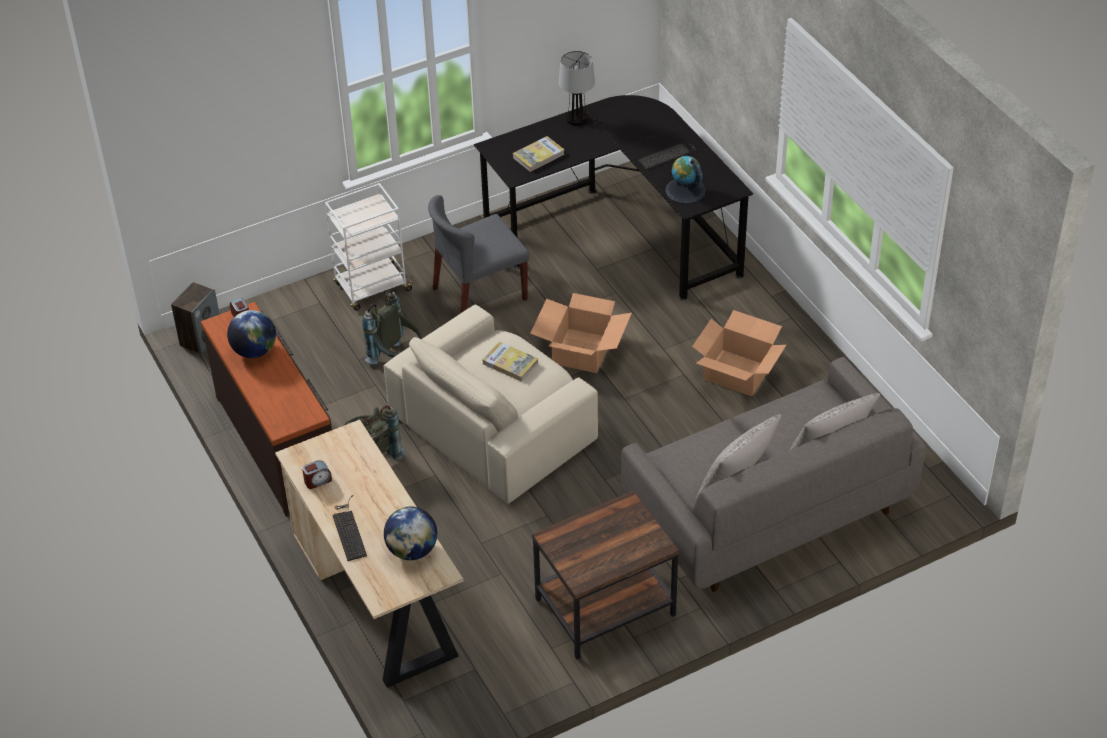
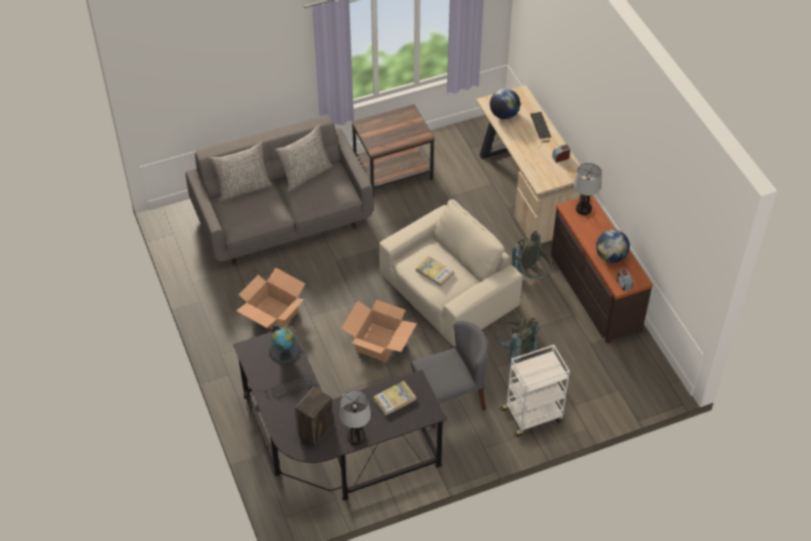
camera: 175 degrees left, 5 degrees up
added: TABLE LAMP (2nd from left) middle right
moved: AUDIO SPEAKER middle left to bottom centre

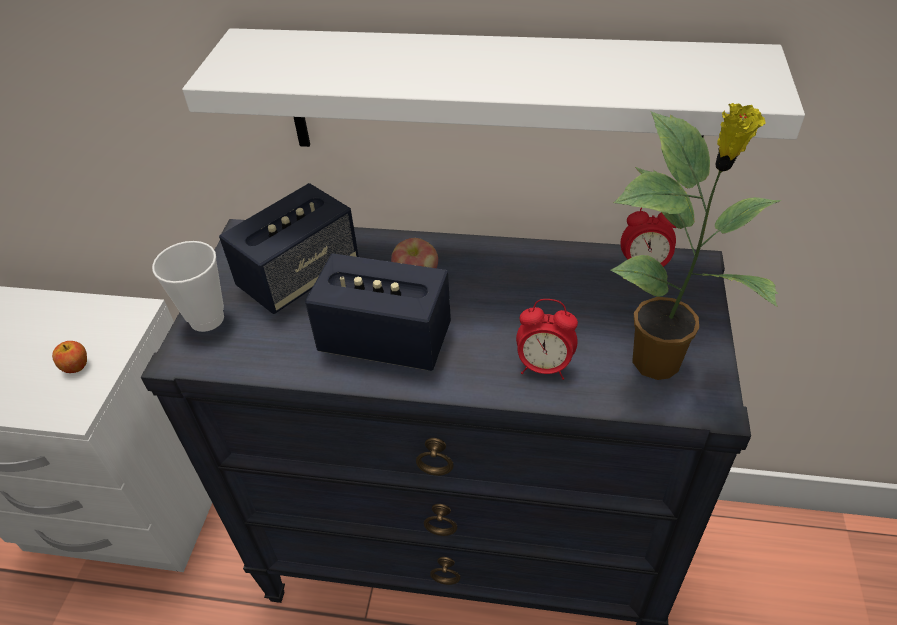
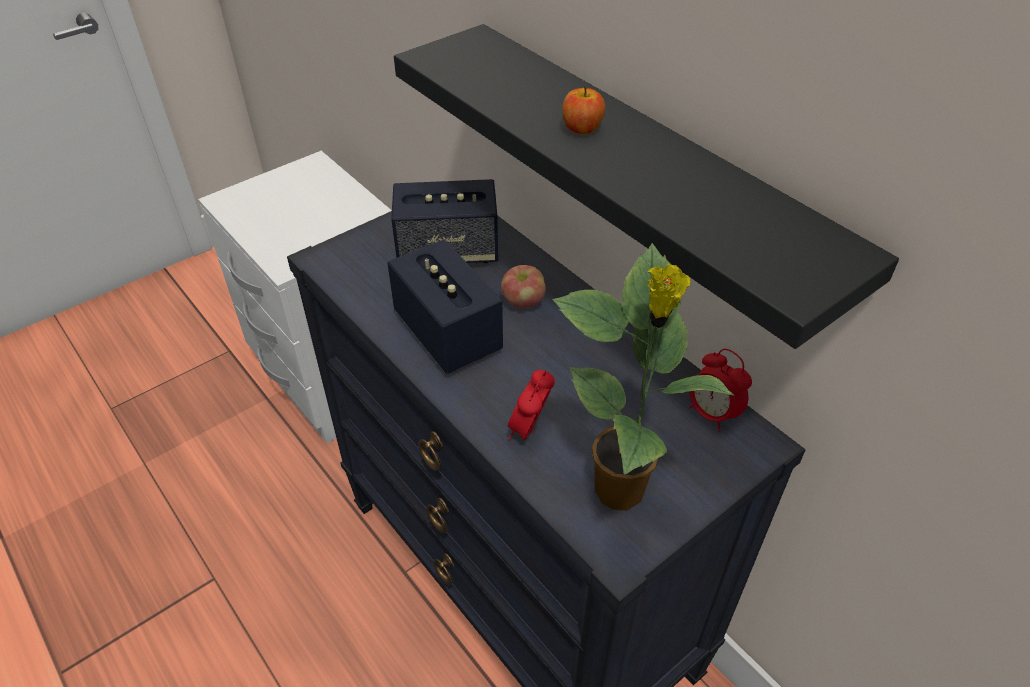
camera: 40 degrees right, 0 degrees up
removed: DRINKING CUP middle left
moved: APPLE FRUIT (1st from left in the first image) middle left to APPLE FRUIT (2nd from left) top centre
recoloured: WHITE-COLOURED BRACKET SHELF top centre to BLACKISH BRACKET SHELF top centre
turned: BEDSIDE CLOCK (1st from left) centre = centre 60 degrees clockwise

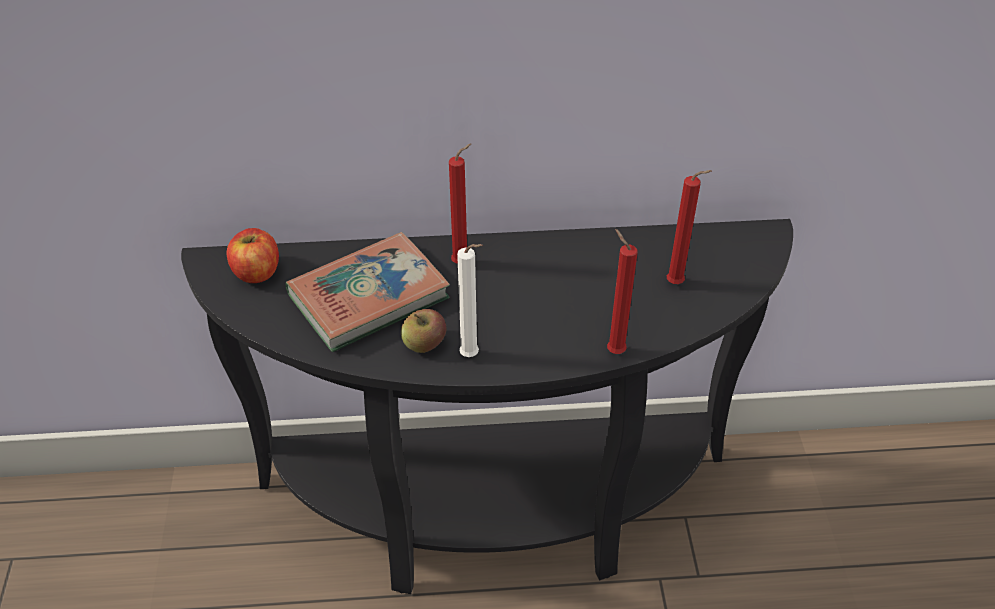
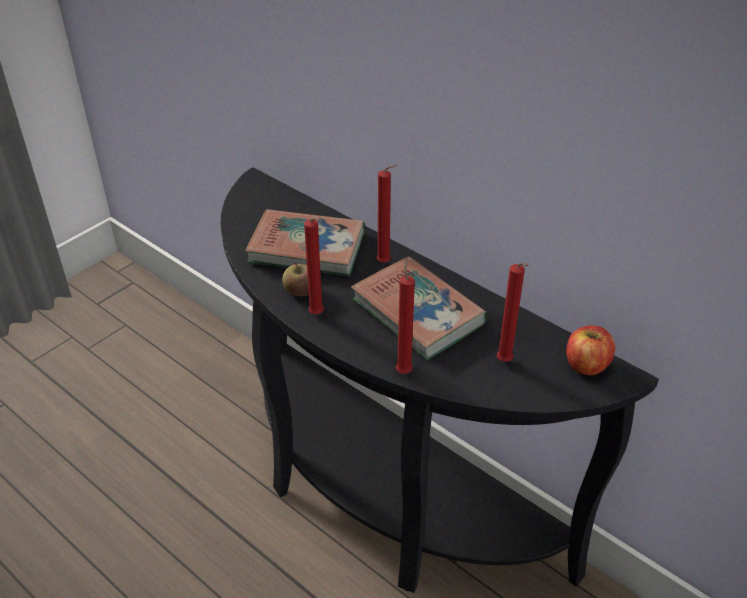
camera: 45 degrees right, 5 degrees down
added: BOOK (2nd from left) centre
moved: APPLE FRUIT (1st from left in the first image) middle left to APPLE FRUIT (2nd from left) middle right
recoloured: WHITE-COLOURED WAX LIGHT centre to RED WAX LIGHT (1st from left) centre

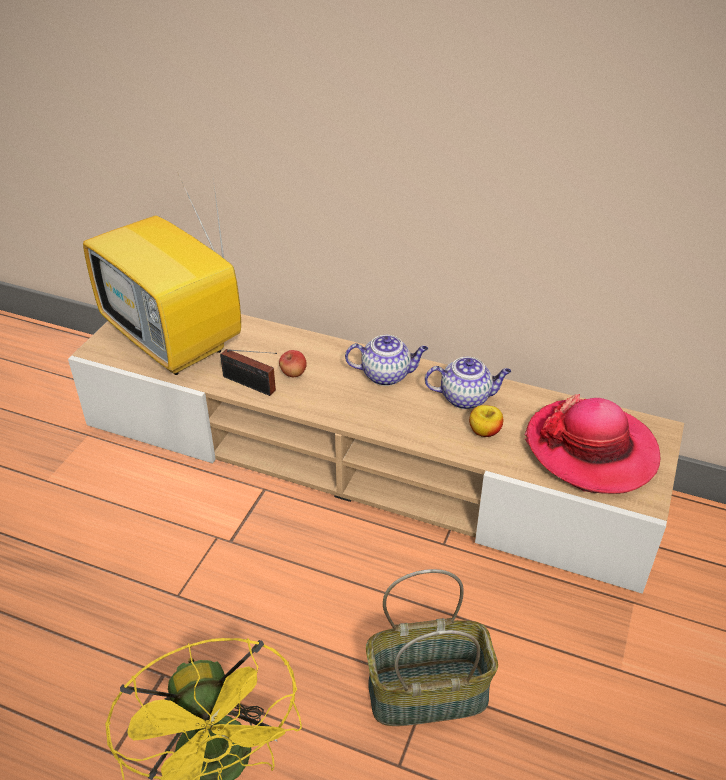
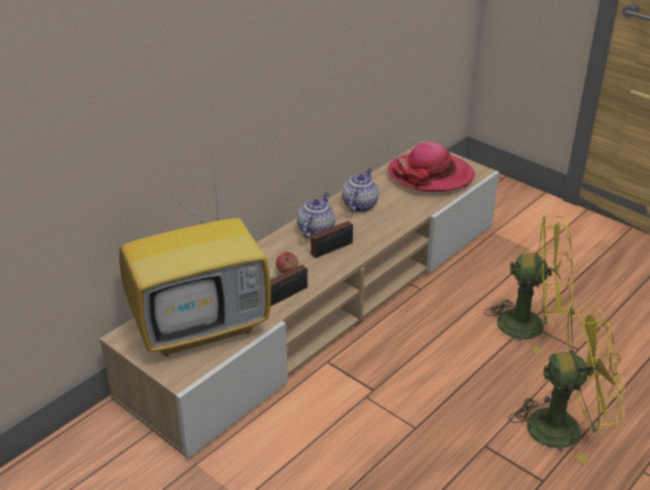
camera: 70 degrees left, 5 degrees down
removed: APPLE FRUIT (2nd from left) middle right
added: RADIO (2nd from left) centre
replaced: STORAGE BASKET bottom centre to YELLOW COOLING FAN (1st from left) middle right

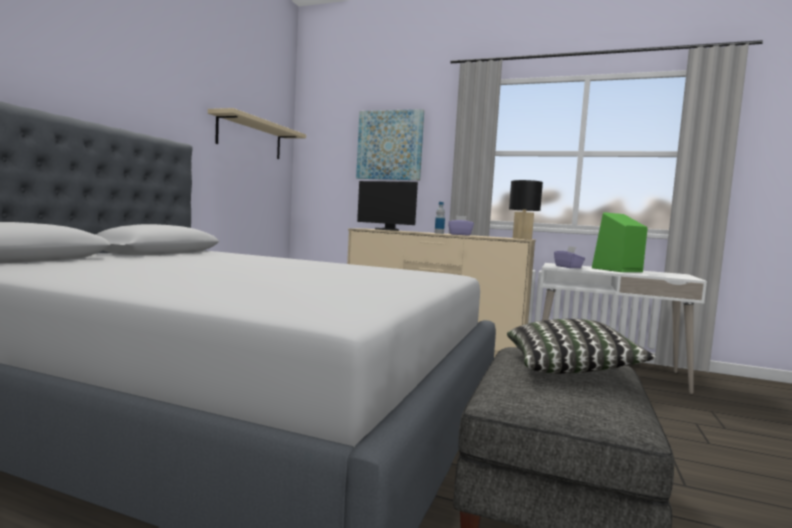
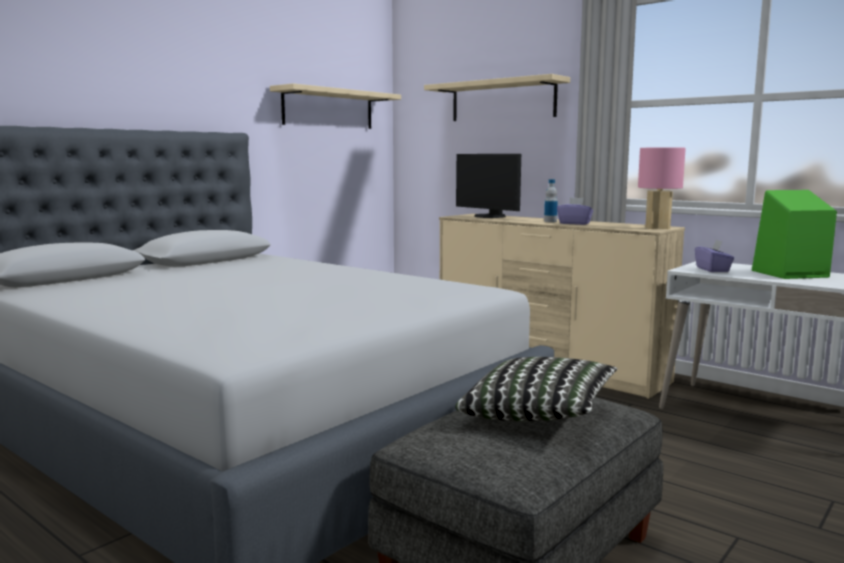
camera: 20 degrees right, 5 degrees up
replaced: PICTURE top centre to BEIGE BRACKET SHELF (2nd from left) top centre
recoloured: BLACKISH TABLE LAMP centre to PINK TABLE LAMP middle right

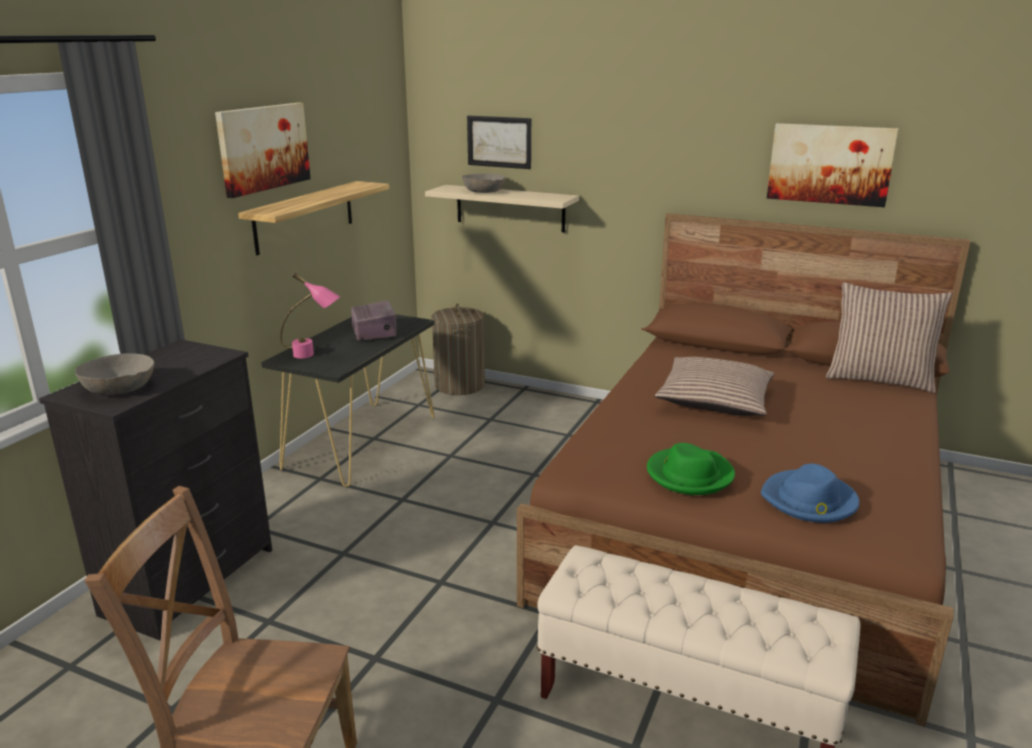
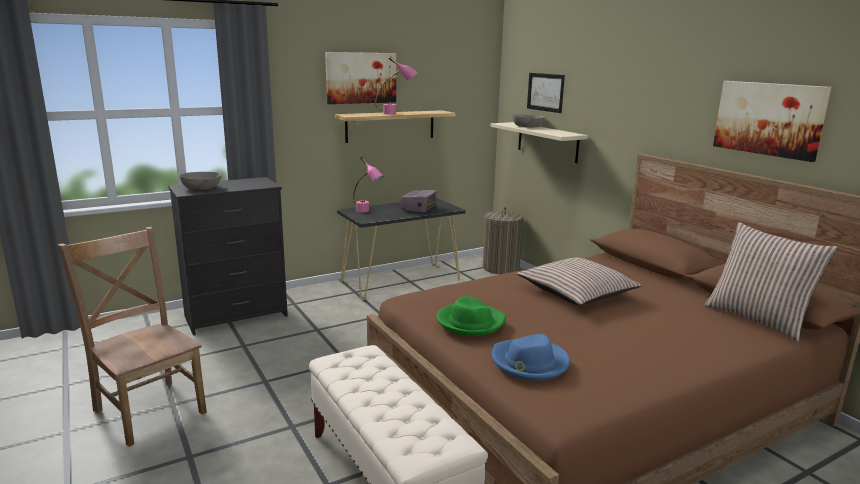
camera: 35 degrees right, 5 degrees down
added: PINK TABLE LAMP (2nd from left) top centre

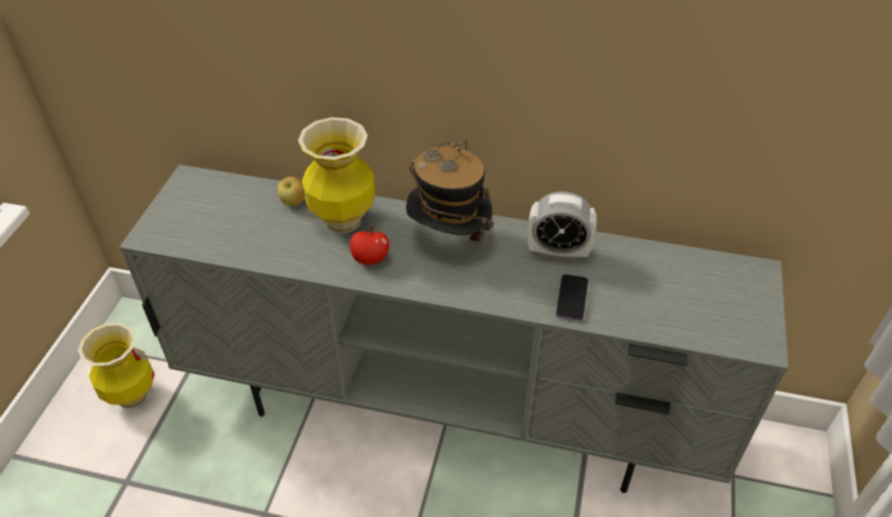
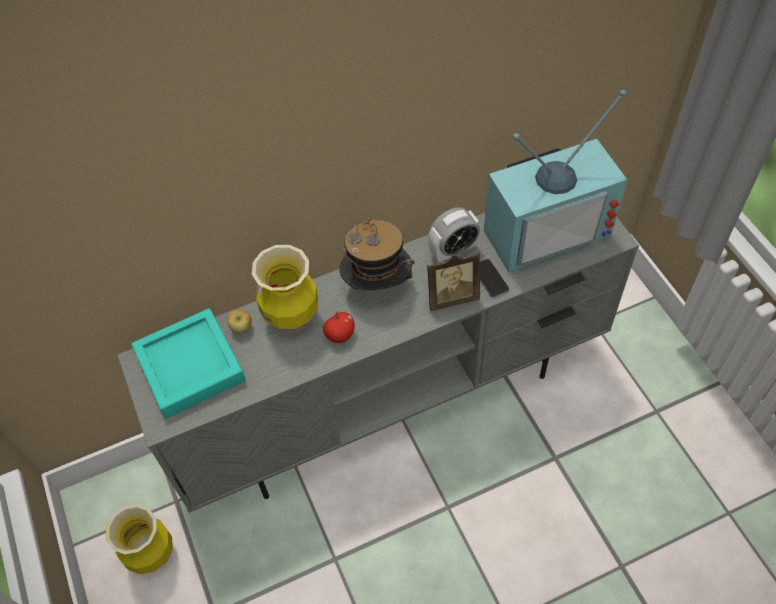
camera: 35 degrees left, 10 degrees up
added: TURQUOISE SERVING TRAY middle left; STANDING FRAME centre; TELEVISION top right

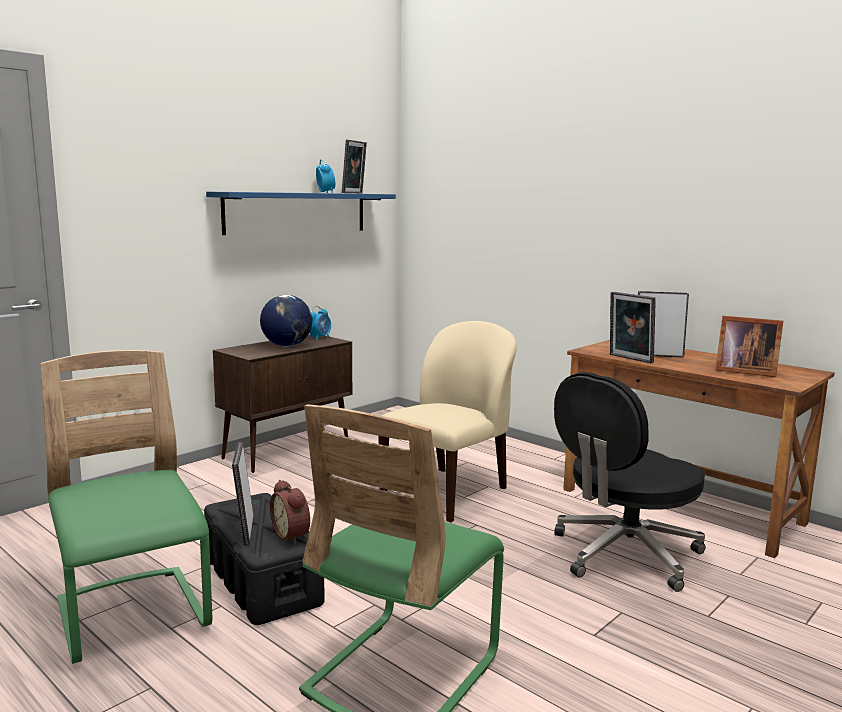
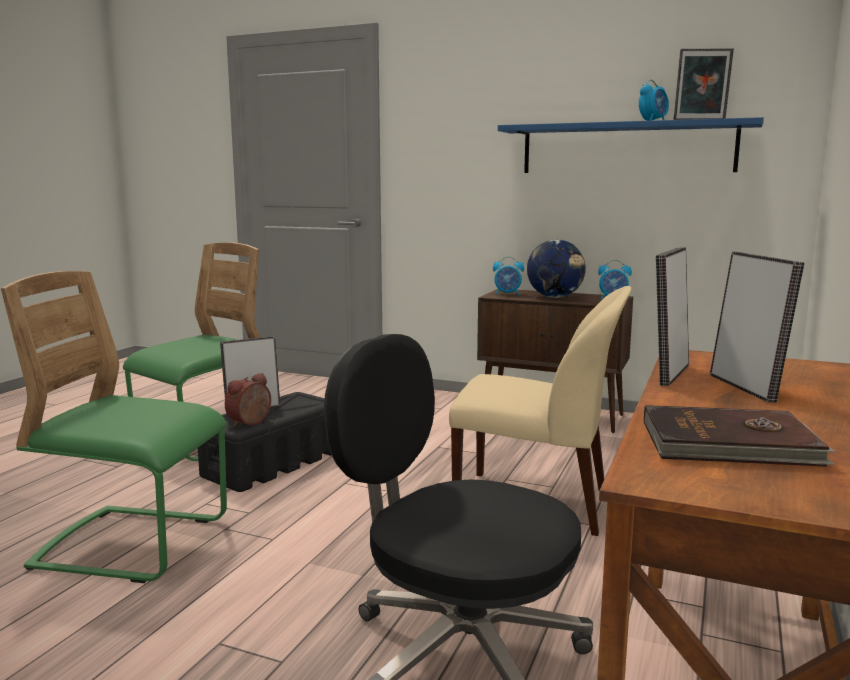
camera: 70 degrees right, 0 degrees up
added: BEDSIDE CLOCK (2nd from left) centre
replaced: STANDING FRAME (5th from left) middle right to BROWNISH BOOK middle right

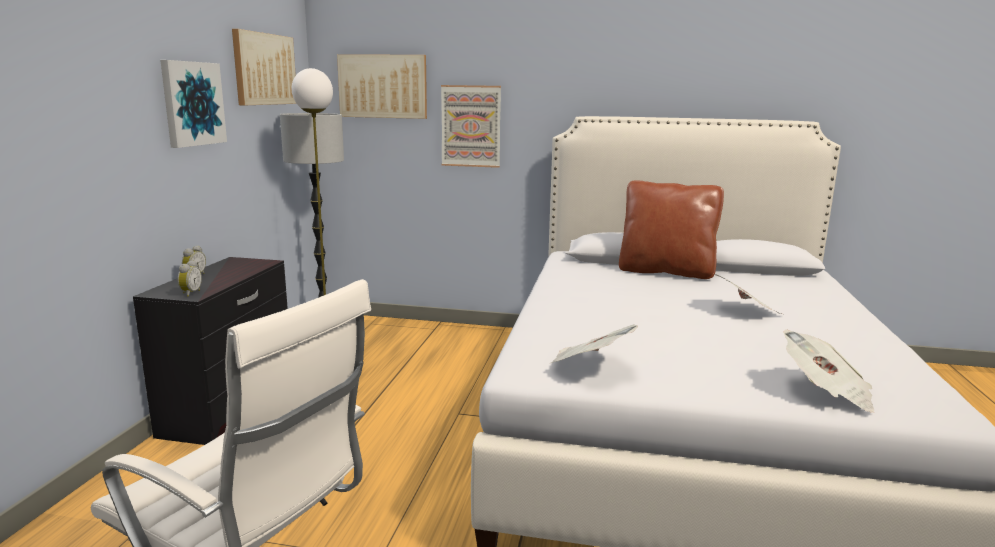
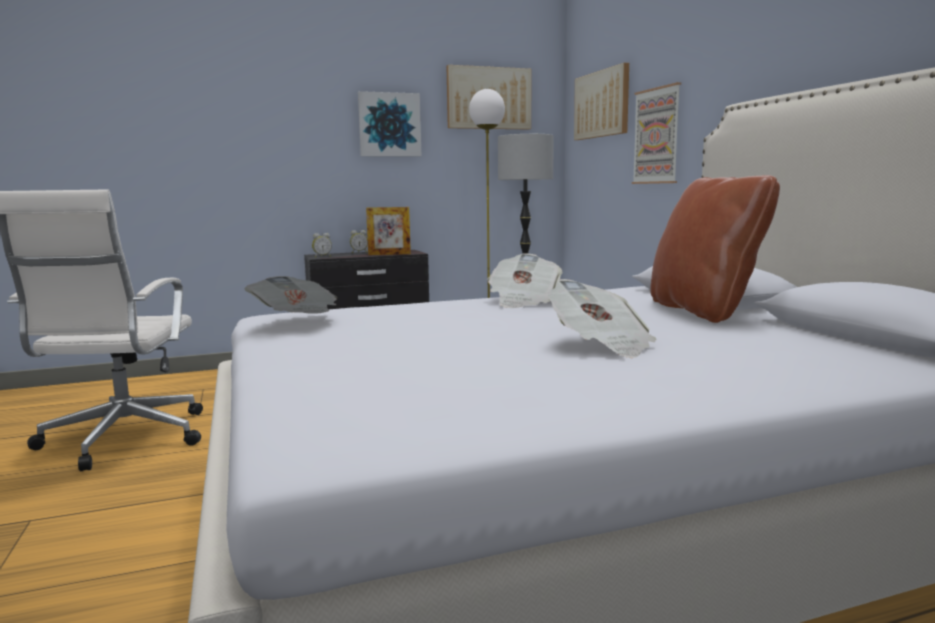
camera: 60 degrees right, 5 degrees down
added: STANDING FRAME centre
moved: NEWSPAPER (3rd from left in the first image) bottom right to NEWSPAPER (2nd from left) centre

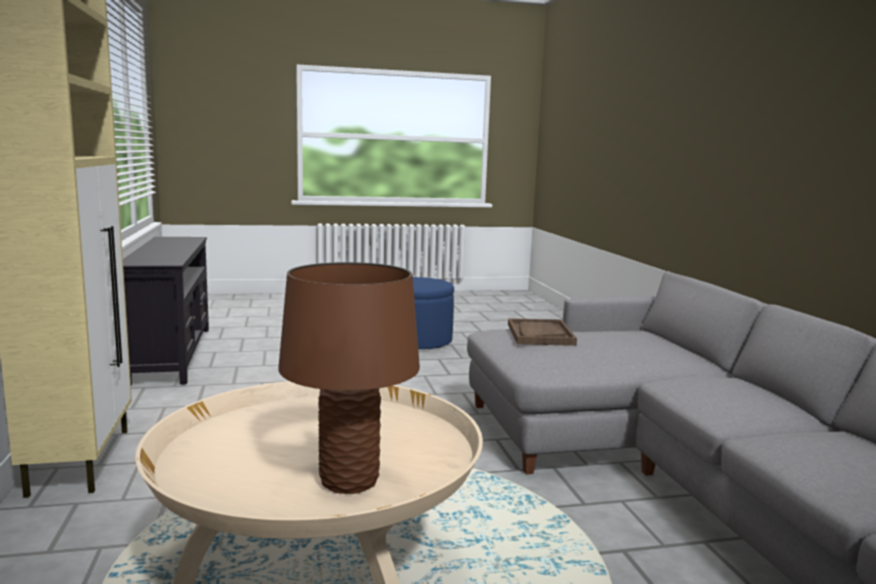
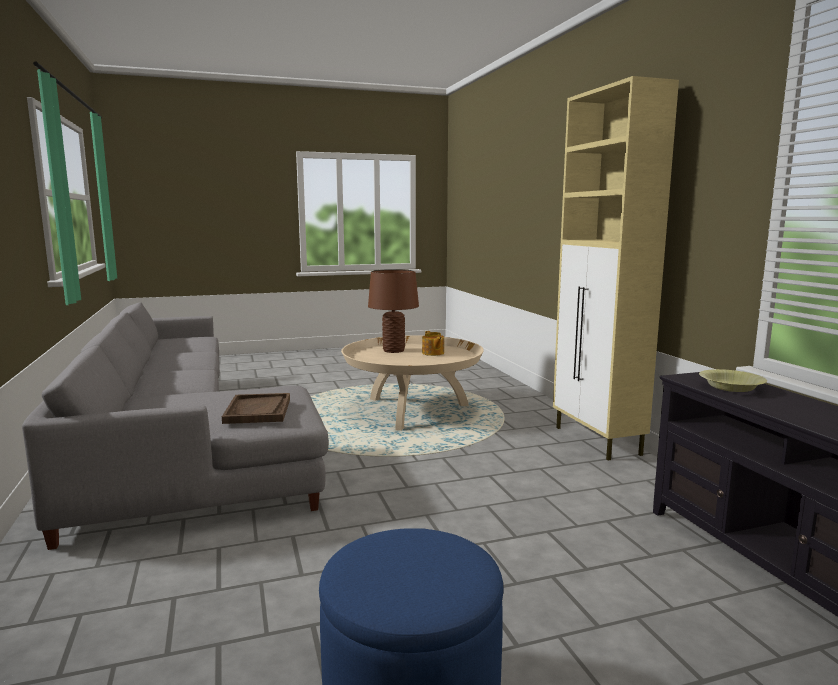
camera: 175 degrees right, 0 degrees up
added: TEAPOT centre; YELLOW SERVING BOWL middle right

